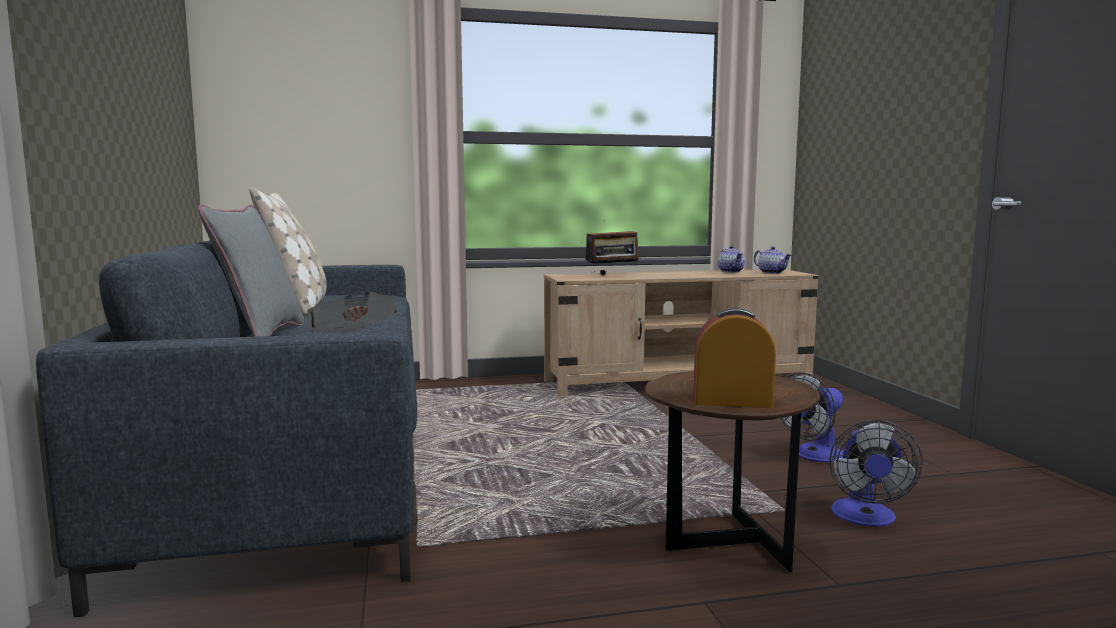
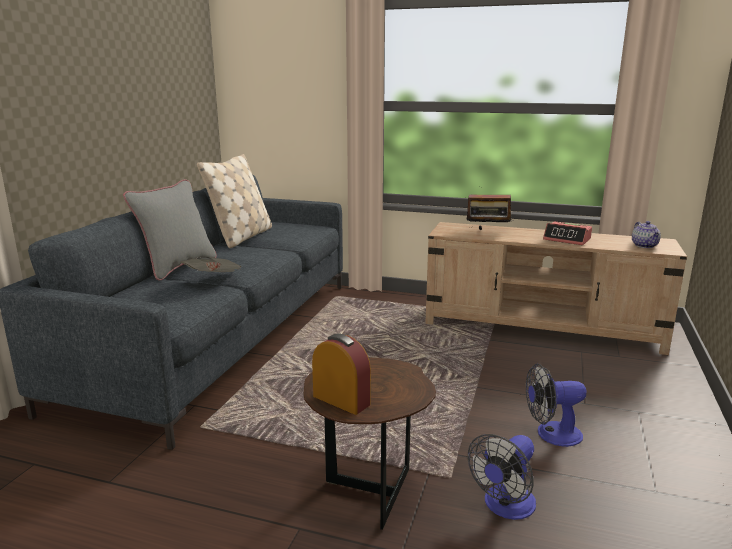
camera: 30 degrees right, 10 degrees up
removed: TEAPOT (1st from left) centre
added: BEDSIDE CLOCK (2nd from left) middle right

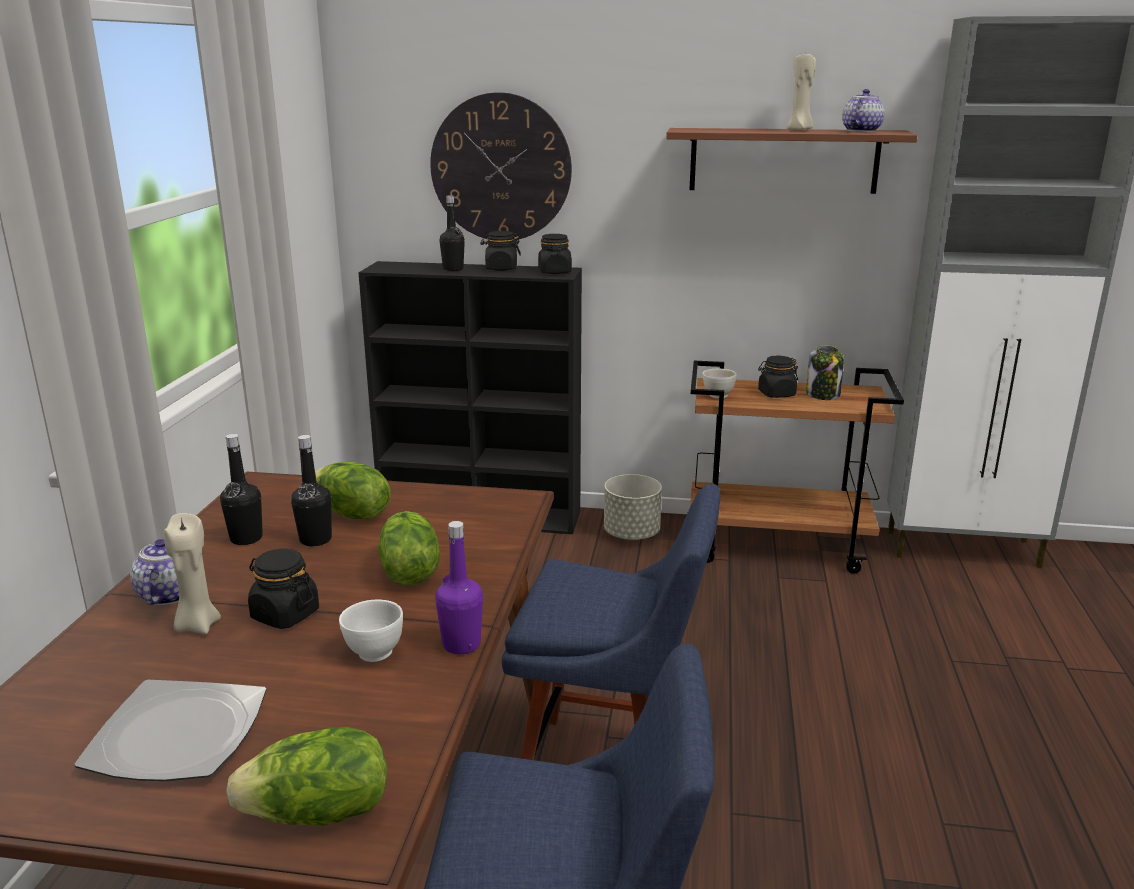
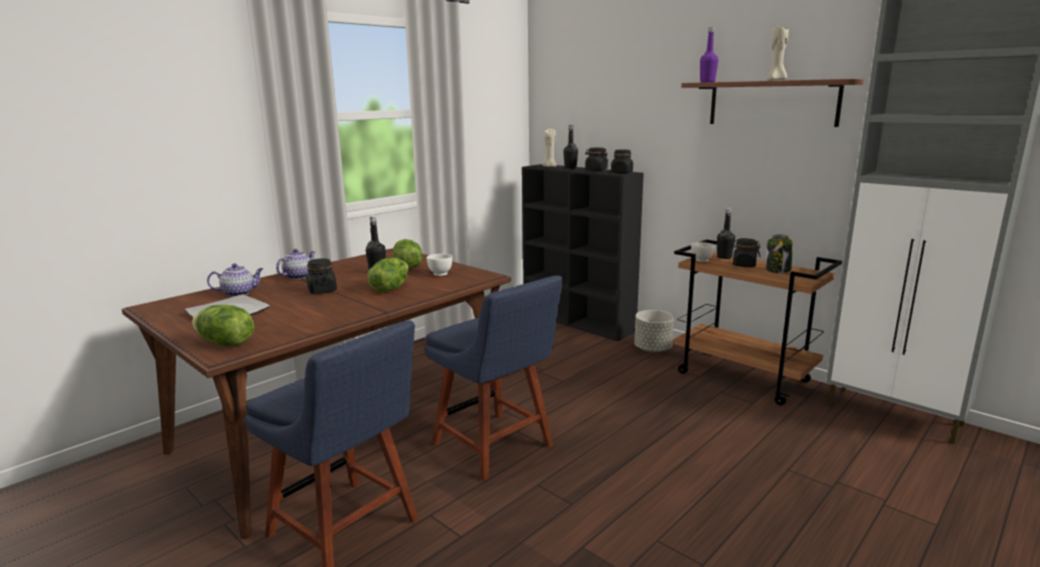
camera: 35 degrees right, 5 degrees down
removed: WALL CLOCK top centre
moved: TEAPOT (2nd from left in the first image) top right to TEAPOT (1st from left) middle left; WHITE-COLOURED SERVING BOWL (1st from left) bottom left to centre; BEIGE WAX LIGHT (1st from left) middle left to top centre; PURPLISH DRINK BOTTLE centre to top right; BLACKISH DRINK BOTTLE (1st from left in the first image) middle left to BLACKISH DRINK BOTTLE (3rd from left) middle right

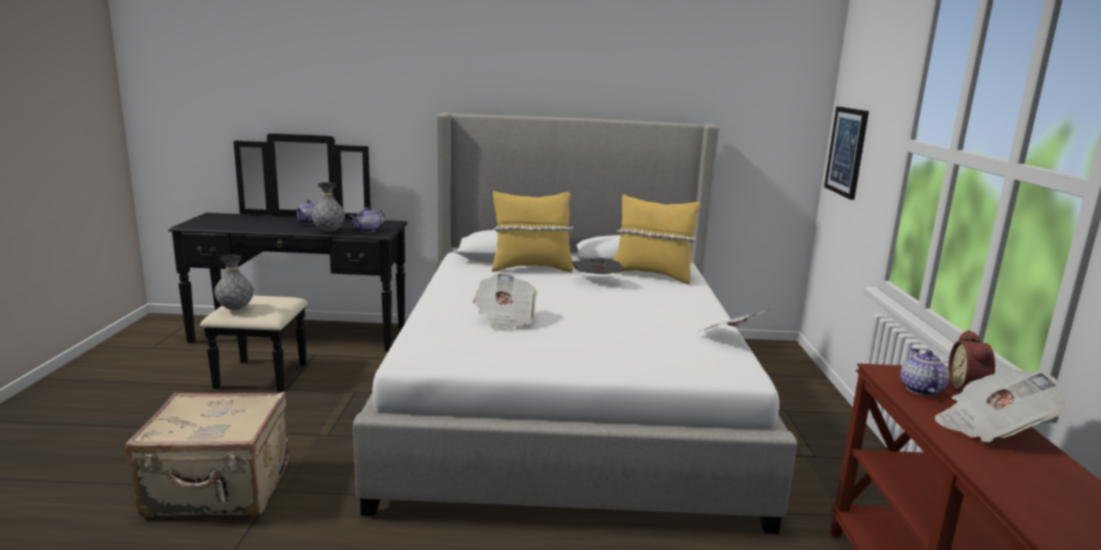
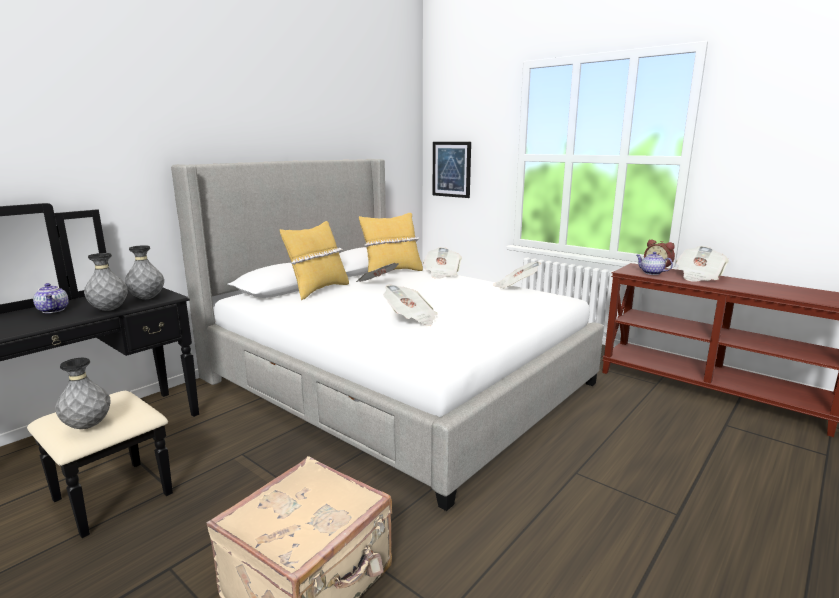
camera: 50 degrees left, 0 degrees up
added: NEWSPAPER (3rd from left) centre
replaced: TEAPOT (2nd from left) centre to GREYISH VASE (3rd from left) middle left

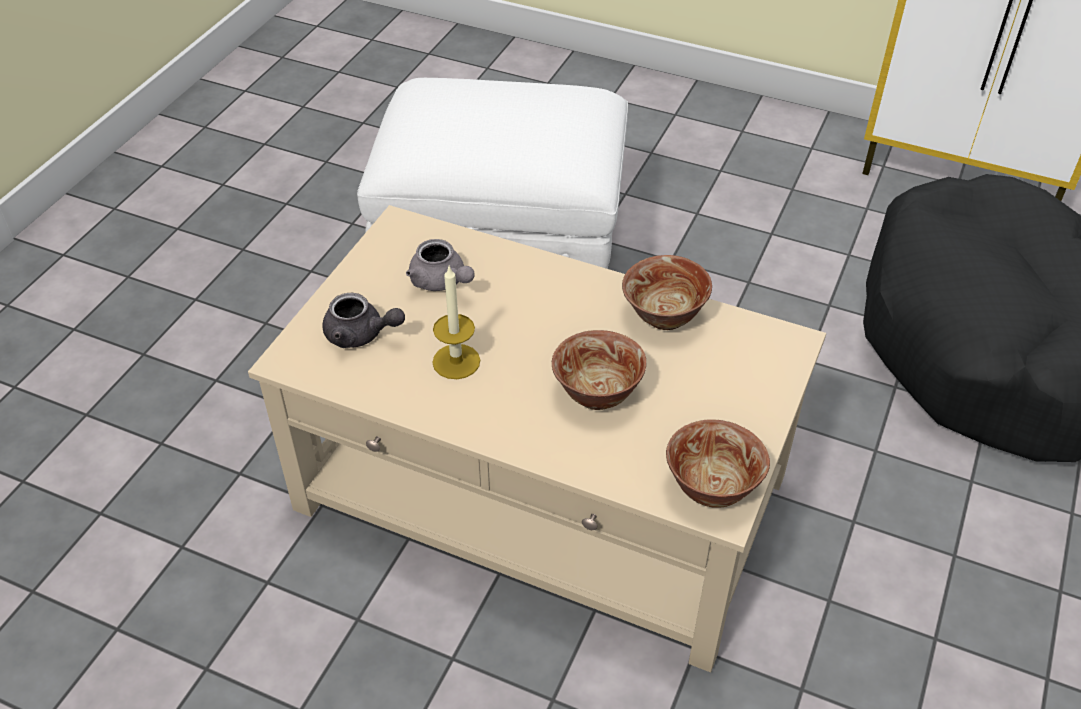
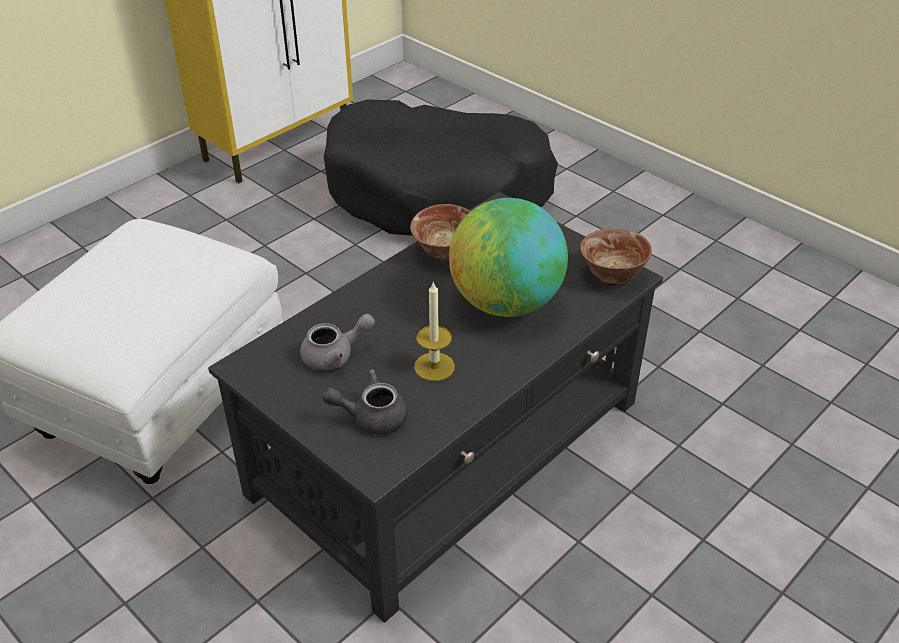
camera: 70 degrees left, 5 degrees down
replaced: SERVING BOWL (1st from left) centre to GLOBE centre
recoloured: BEIGE LOW TABLE centre to BLACKISH LOW TABLE centre
turned: GREYISH TEAPOT (1st from left in the first image) centre = centre 135 degrees counterclockwise

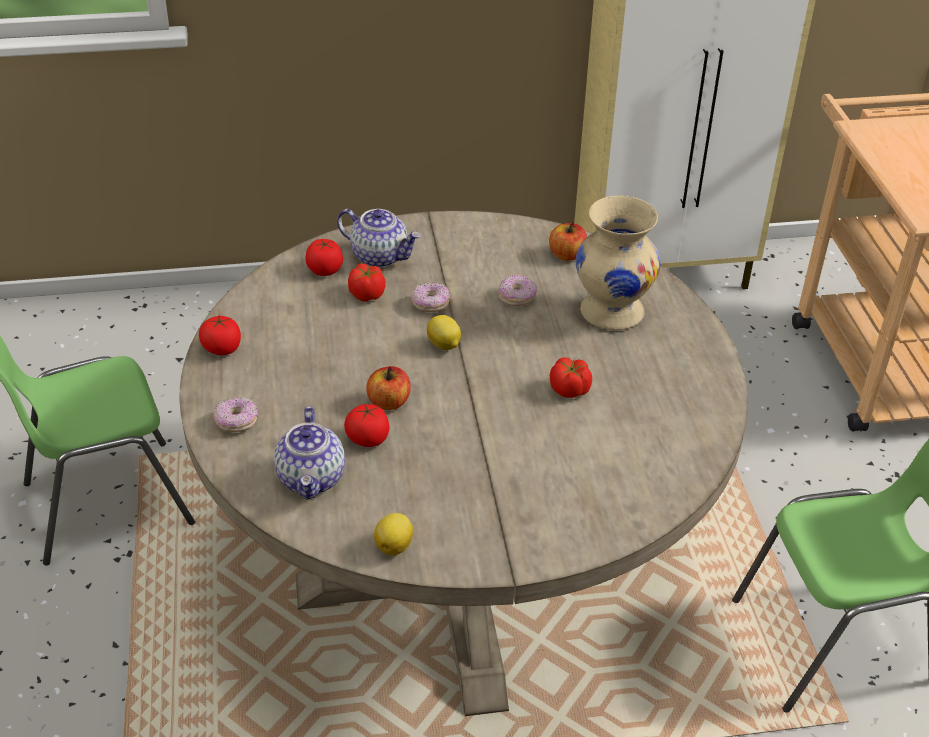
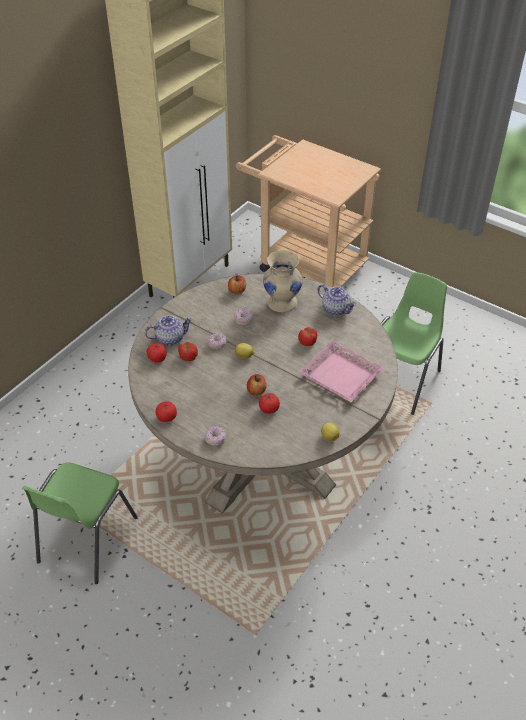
camera: 45 degrees left, 5 degrees up
added: PINK SERVING TRAY centre
moved: TEAPOT (1st from left in the first image) middle left to TEAPOT (2nd from left) centre

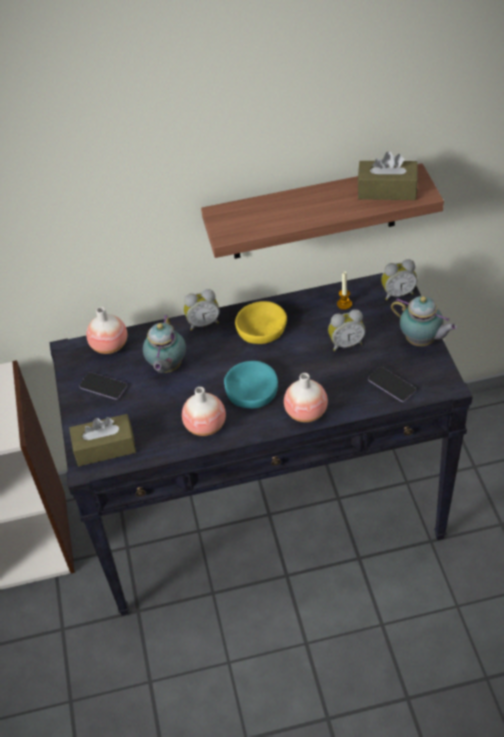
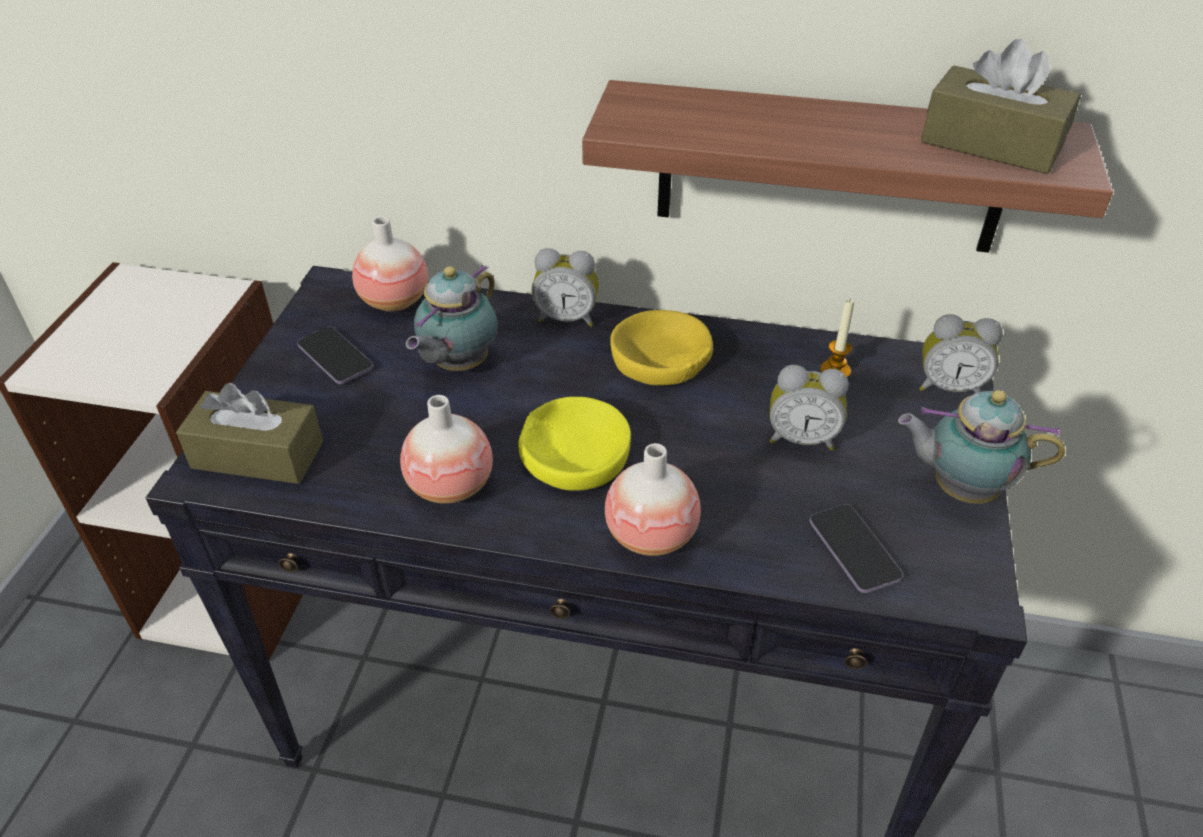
camera: 20 degrees right, 5 degrees down
recoloured: TURQUOISE SERVING BOWL centre to YELLOW SERVING BOWL (1st from left) centre
turned: TEAPOT (2nd from left) middle right = middle right 135 degrees clockwise

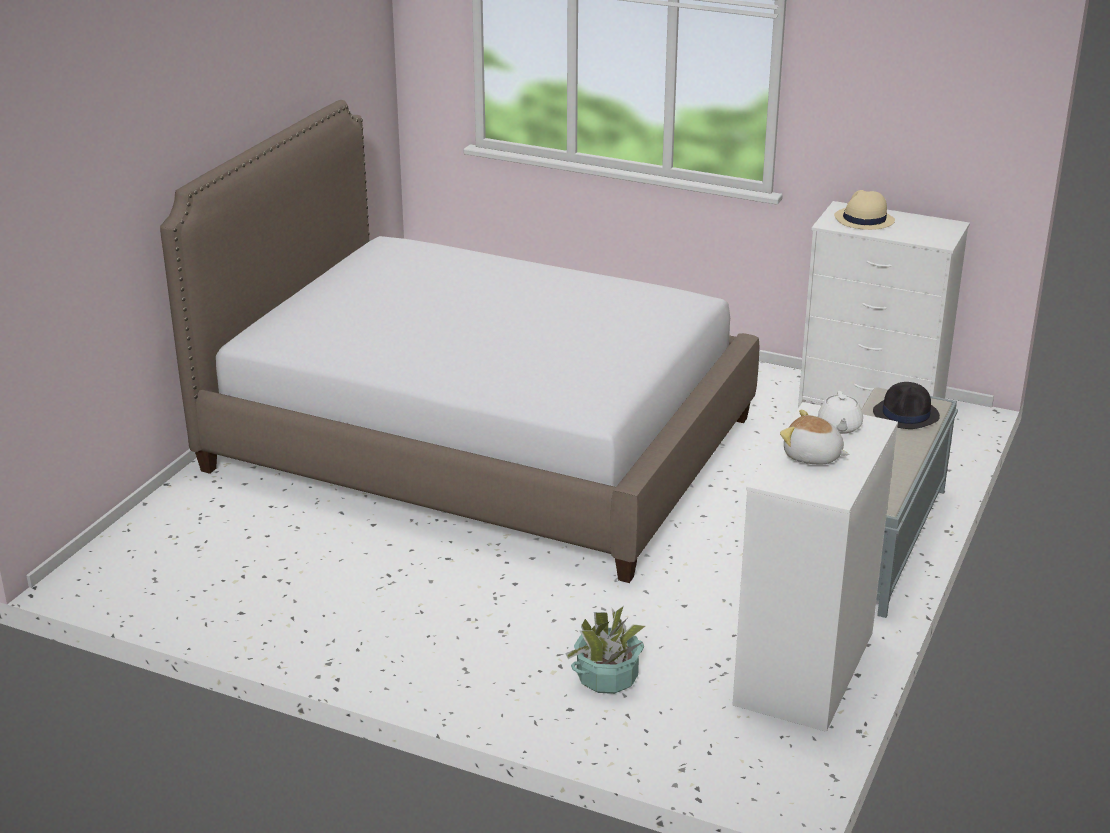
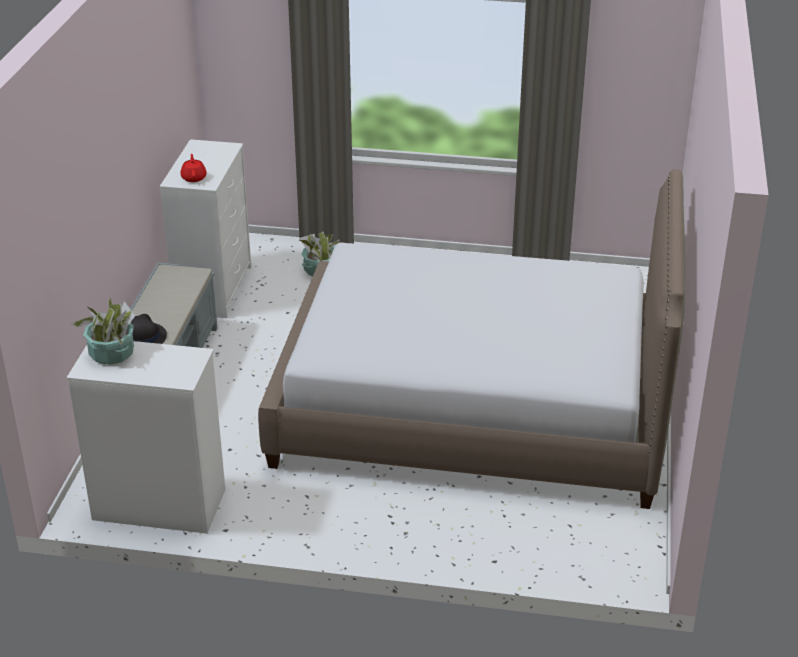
camera: 165 degrees right, 5 degrees up
removed: PLUSH TOY middle right; BEIGE HAT top right
added: HOUSEPLANT (1st from left) middle left
recoloured: WHITE-COLOURED TEAPOT middle right to RED TEAPOT top left

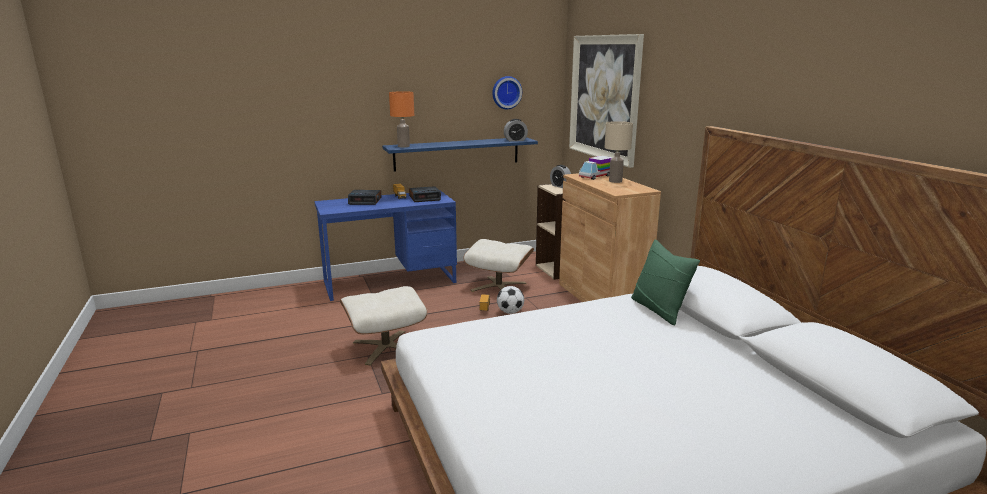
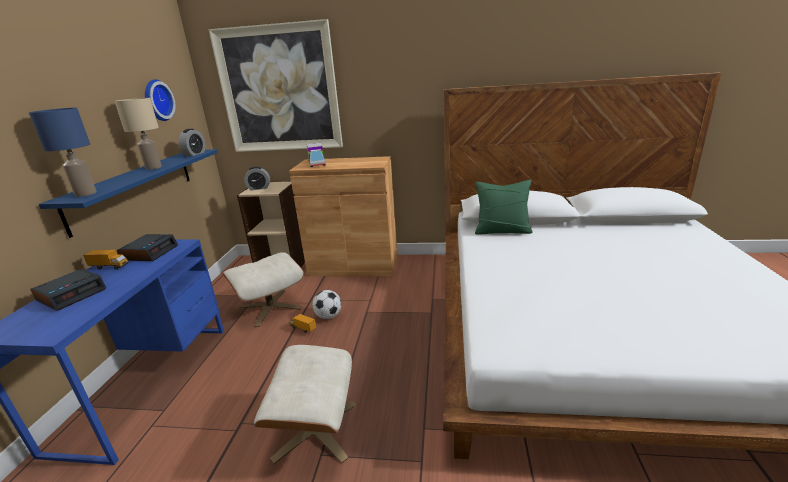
camera: 60 degrees left, 5 degrees up
moved: BEIGE TABLE LAMP top centre to top left
recoloured: ORANGE TABLE LAMP top centre to BLUE TABLE LAMP top left

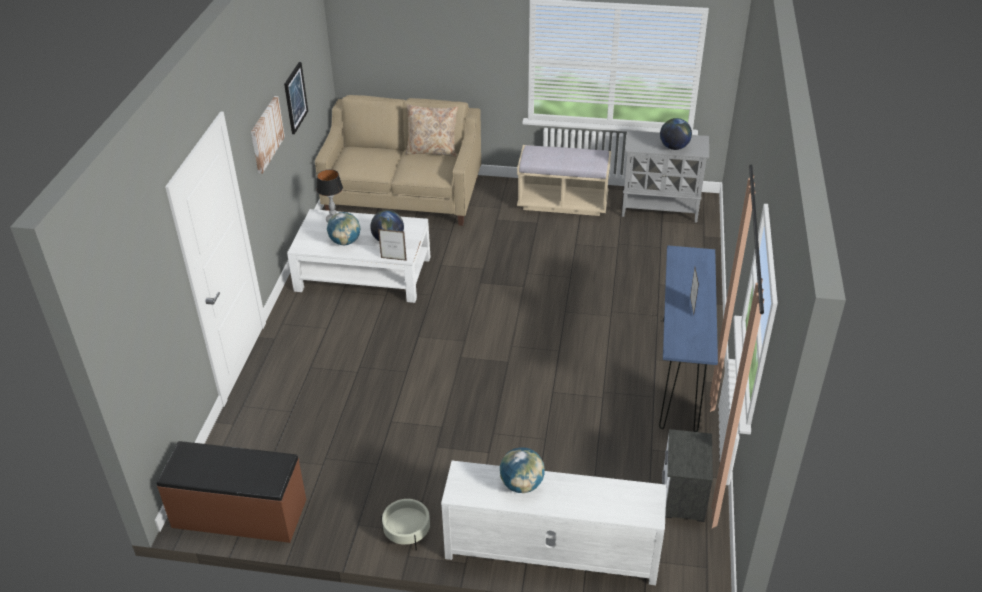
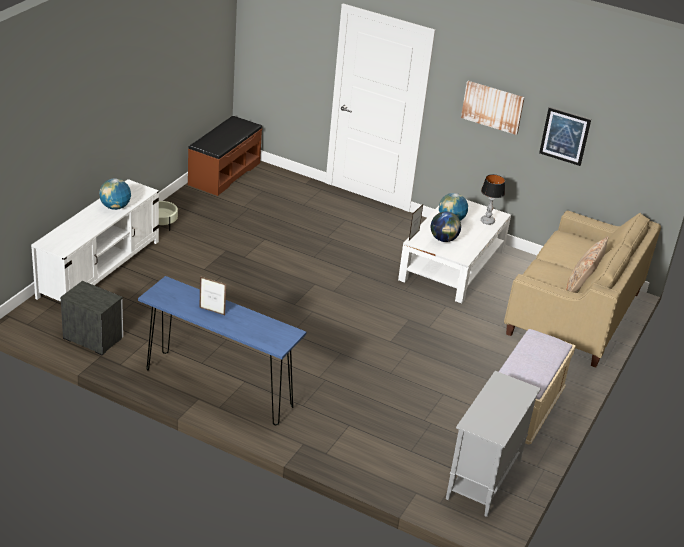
camera: 105 degrees right, 5 degrees down
removed: GLOBE (4th from left) top right

